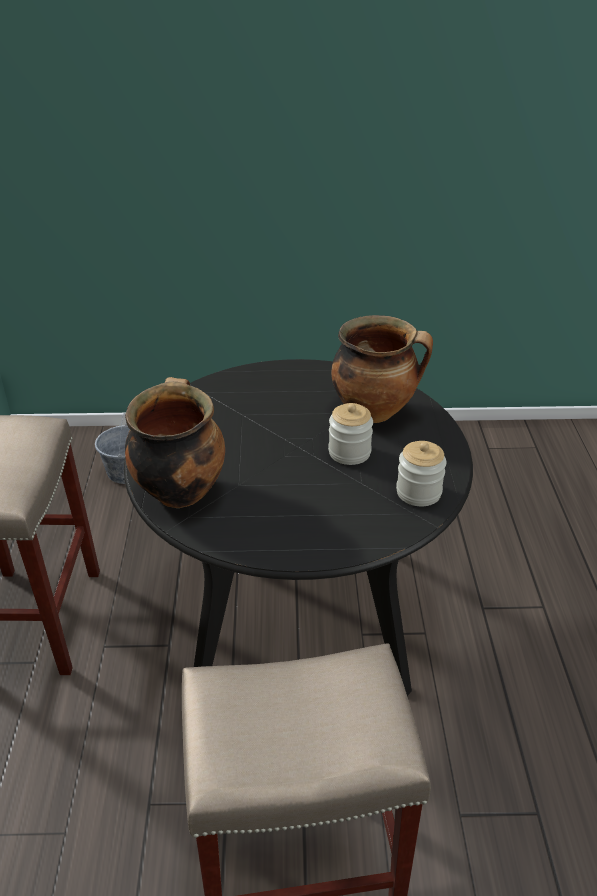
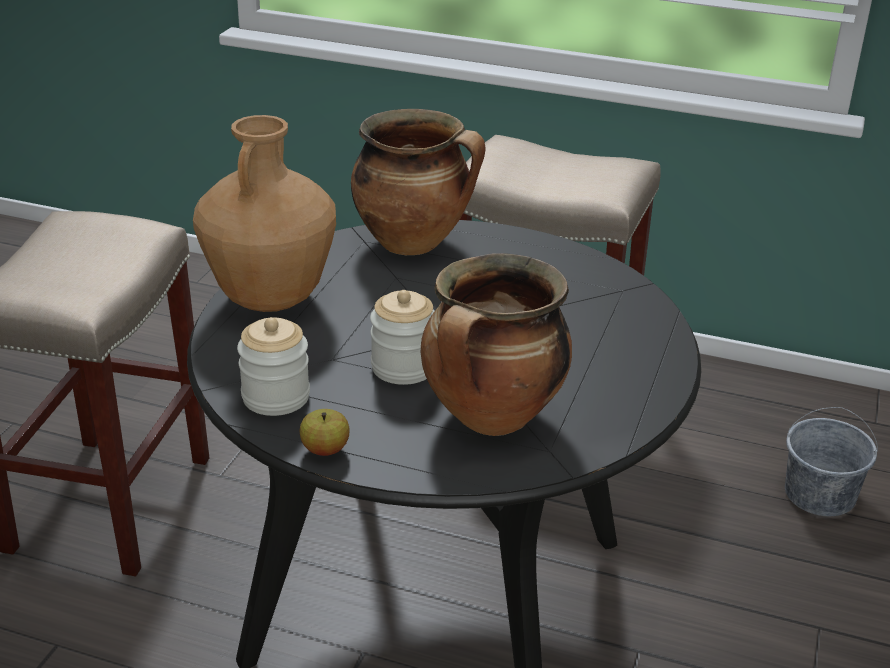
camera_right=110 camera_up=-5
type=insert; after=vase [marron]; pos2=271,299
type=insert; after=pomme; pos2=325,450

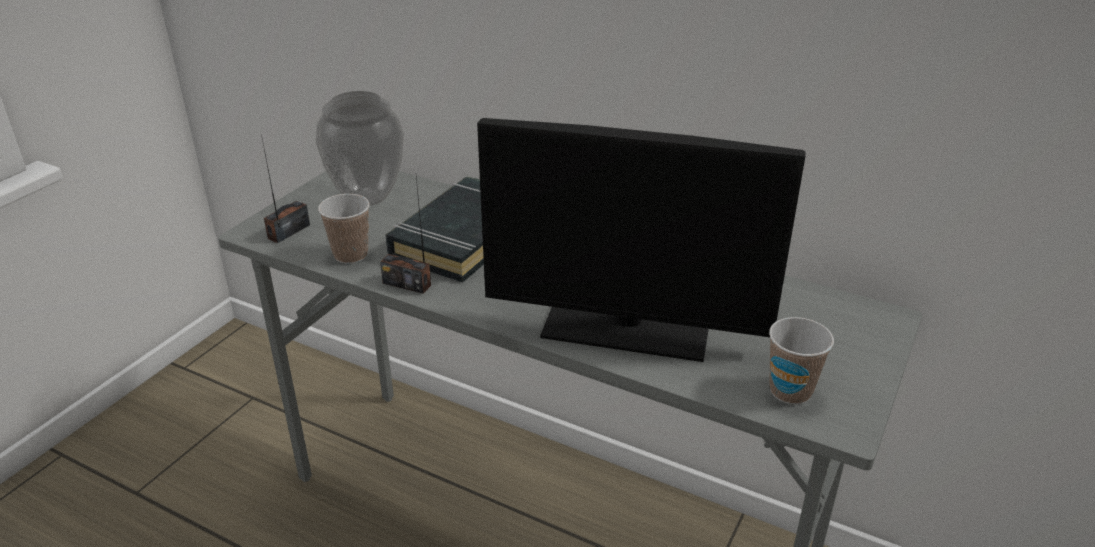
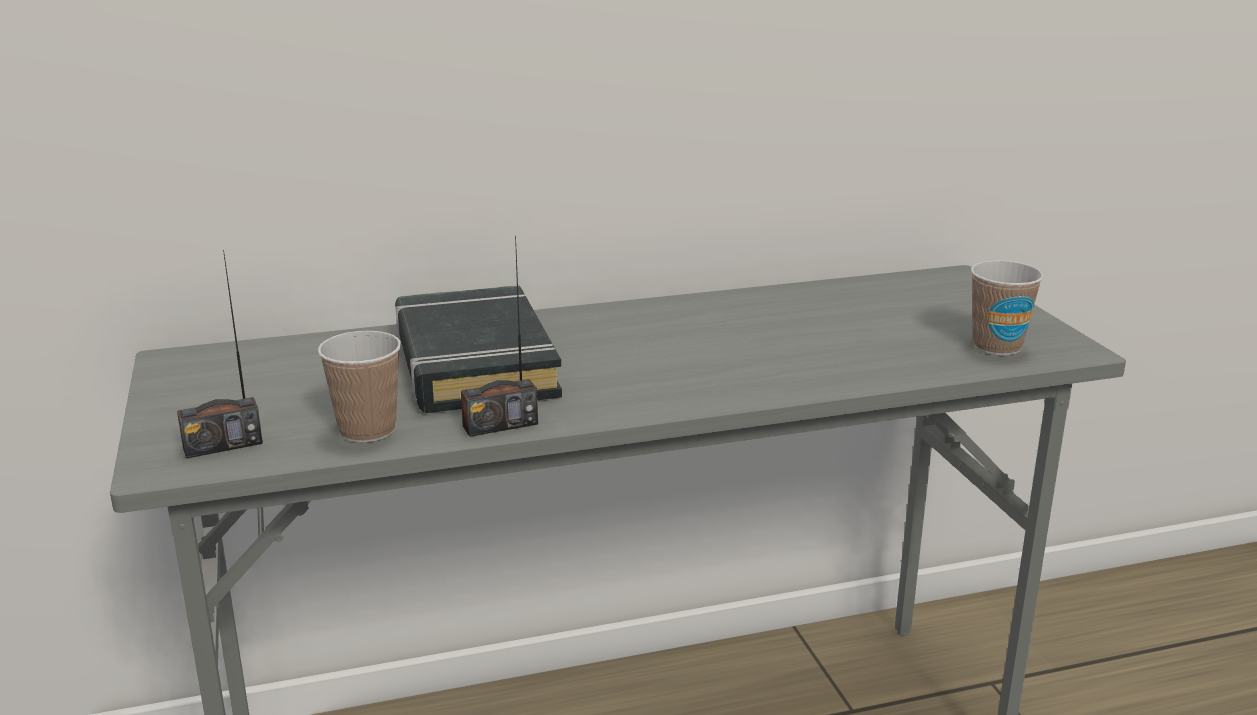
camera_right=-45 camera_up=-10
type=delete; before=vase; pos1=369,198
type=delete; before=écran d'ordinateur; pos1=626,328
type=rotate; before=radio; pos1=289,232; pos2=222,445; turn=-105

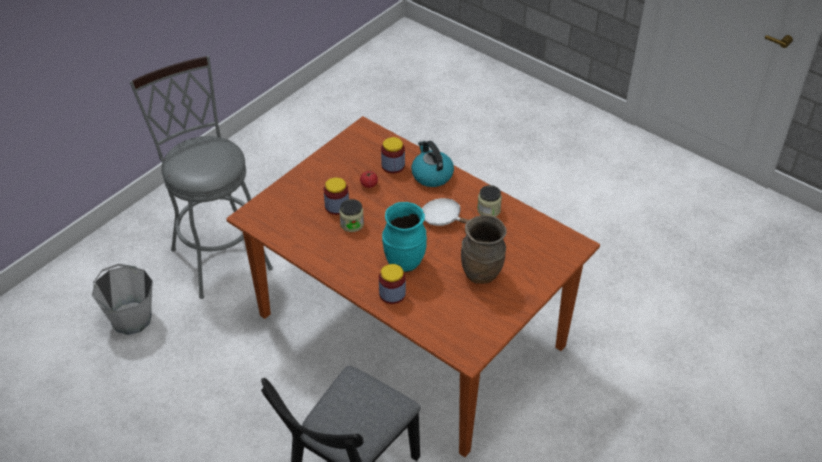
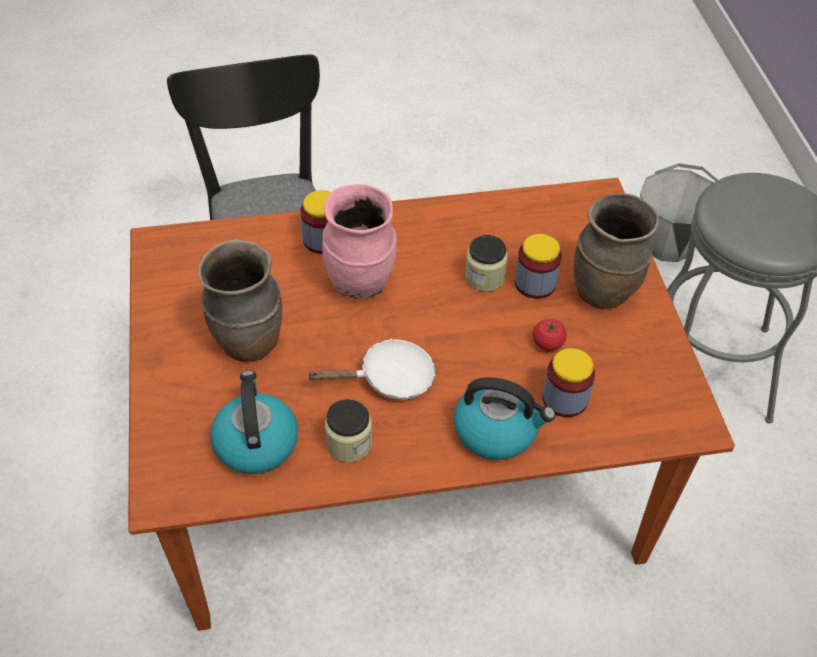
camera_right=130 camera_up=5
type=recolor; before=vase [turquoise]; after=vase [rose]; pos1=404,261; pos2=361,283
type=insert; after=vase [marron]; pos2=603,292
type=insert; after=bouilloire; pos2=255,442

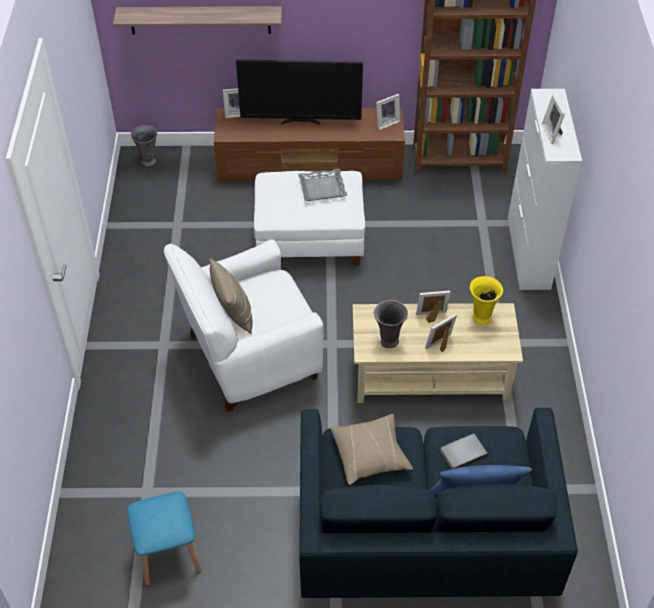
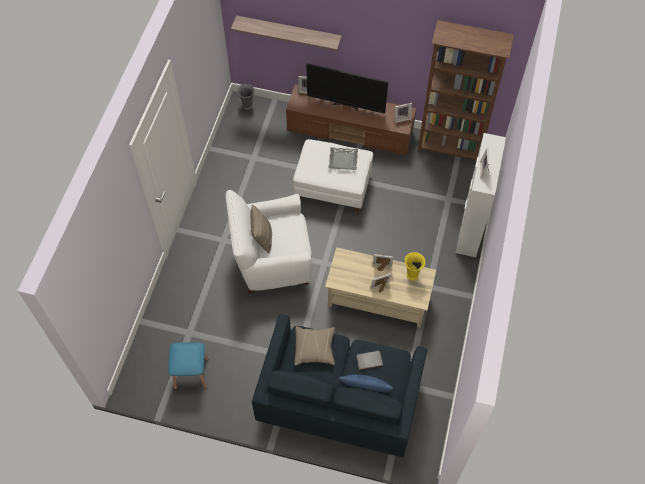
camera_right=15 camera_up=10
type=delete; before=vase [gris]; pos1=388,341

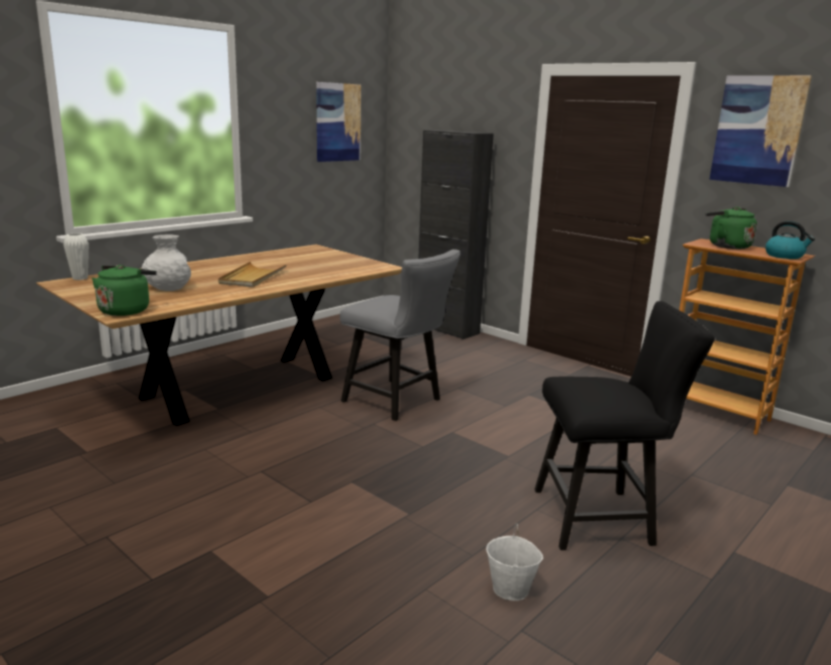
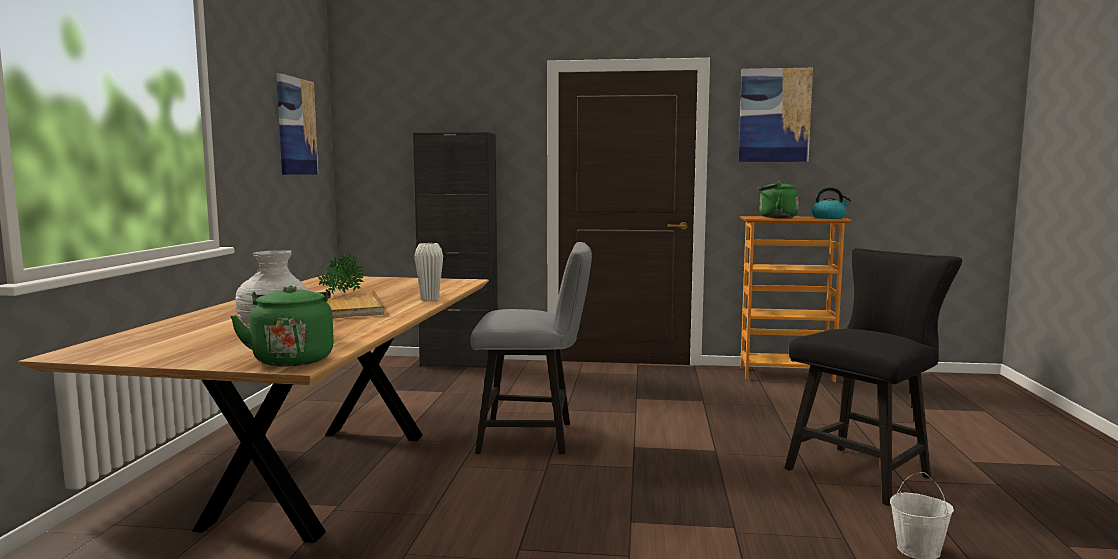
camera_right=-35 camera_up=-10
type=move; before=vase [blanc]; pos1=80,278; pos2=430,299
type=insert; after=plante en pot; pos2=341,293

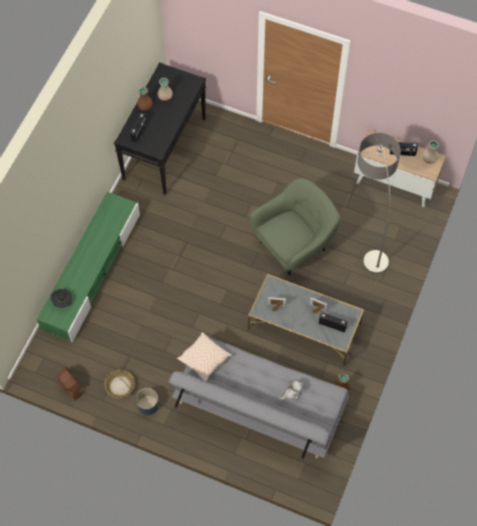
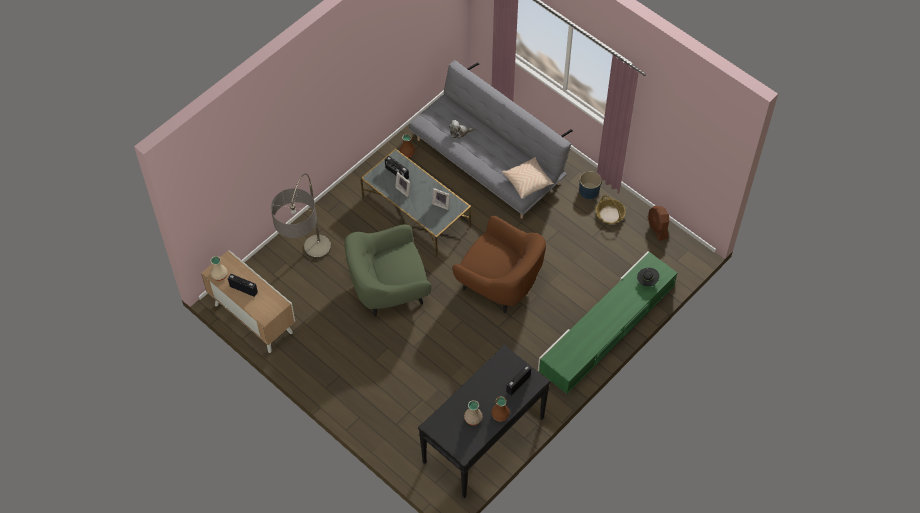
camera_right=-160 camera_up=-5
type=insert; after=fauteuil [marron]; pos2=499,284

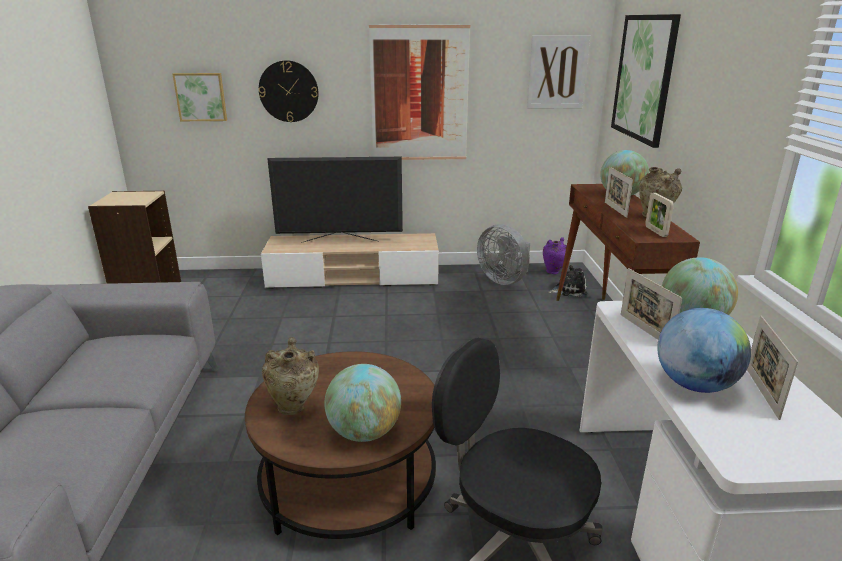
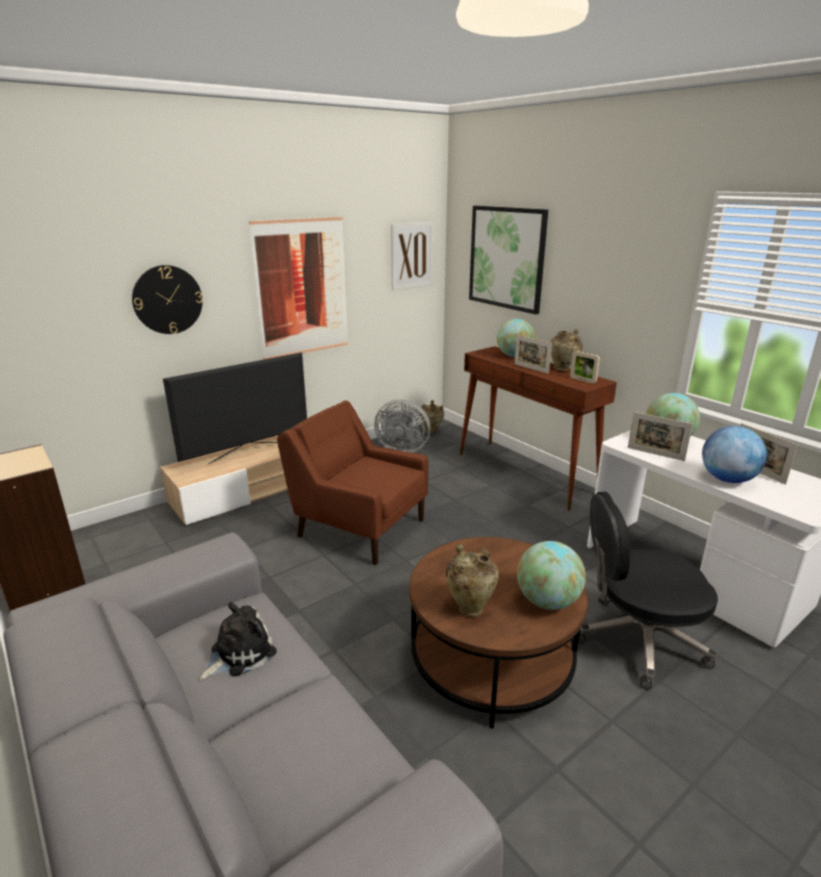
camera_right=-35 camera_up=0
type=delete; before=tableau; pos1=201,97
type=recolor; before=vase [violet]; after=vase [beige]; pos1=554,272; pos2=431,432
type=move; before=peluche; pos1=568,290; pos2=239,653
type=insert; after=fauteuil [marron]; pos2=359,527

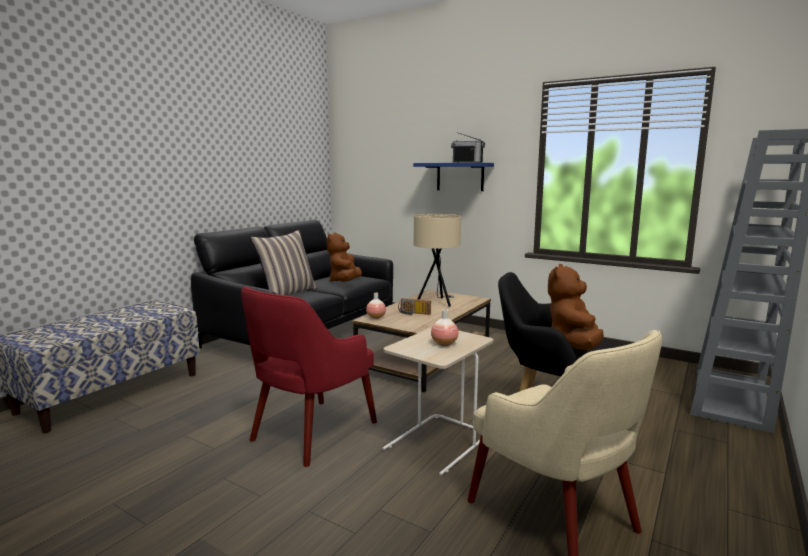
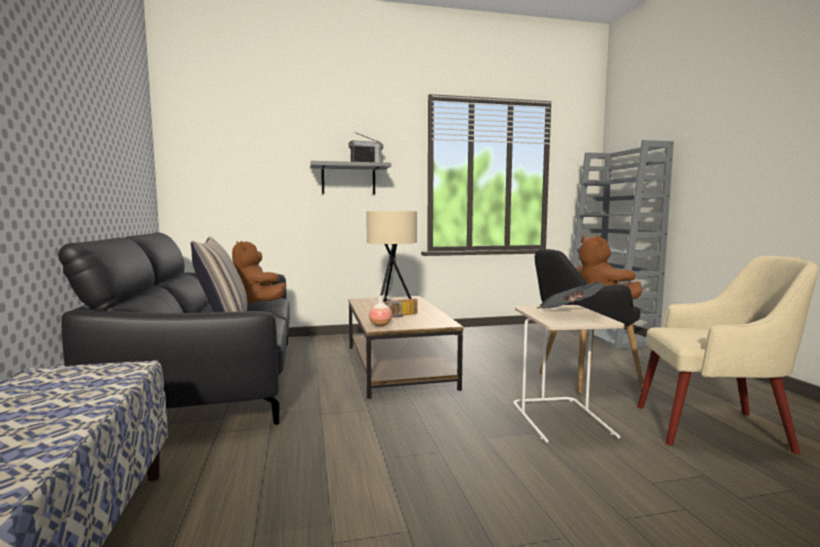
camera_right=-45 camera_up=-5
type=recolor; before=étagère [bleu]; after=étagère [gris]; pos1=460,176; pos2=348,179
type=delete; before=fauteuil [rouge]; pos1=311,432
type=replace; before=vase; after=journal; pos1=444,343; pos2=569,313

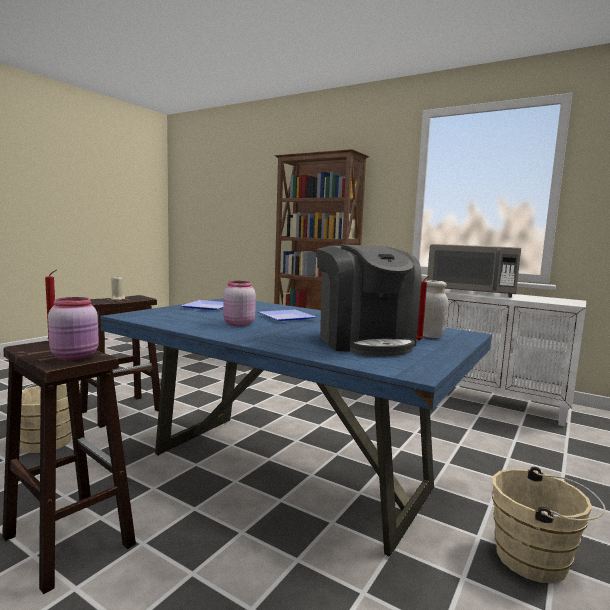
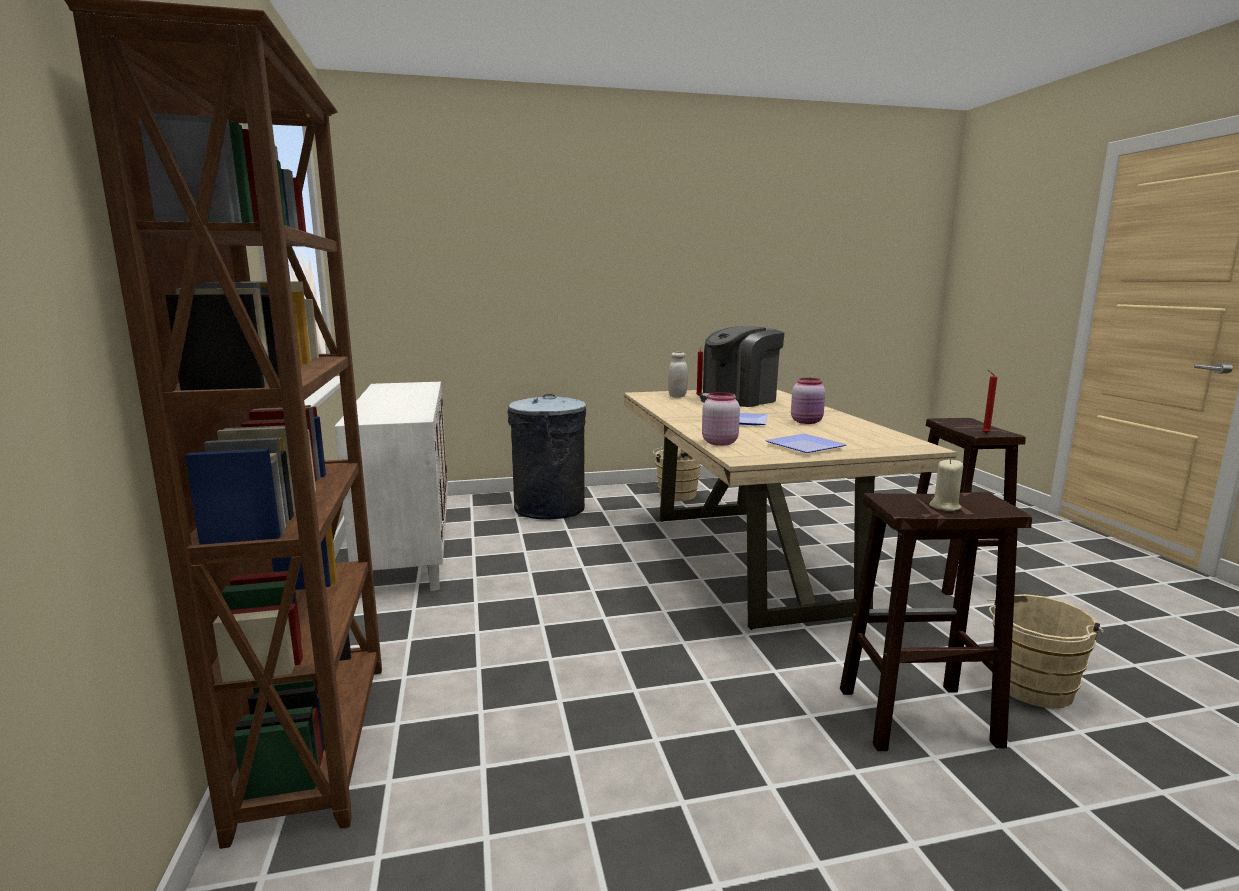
camera_right=-135 camera_up=5
type=delete; before=micro-ondes [gris]; pos1=470,293
type=rotate; before=machine à café; pos1=364,341; pos2=739,400; turn=-150
type=move; before=bocal [rose]; pos1=76,357; pos2=718,442
type=recolor; before=table à manger [bleu]; after=table à manger [beige]; pos1=285,471; pos2=750,561
type=insert; after=poubelle [gris]; pos2=549,508

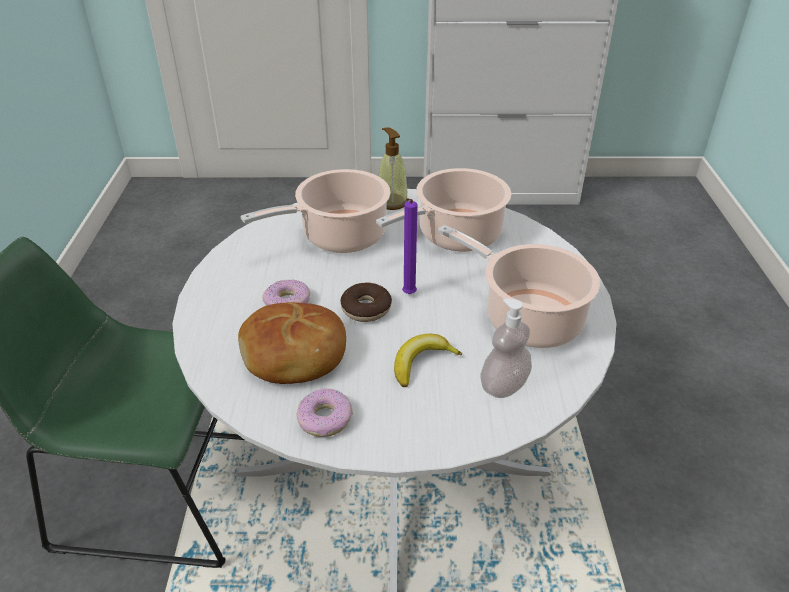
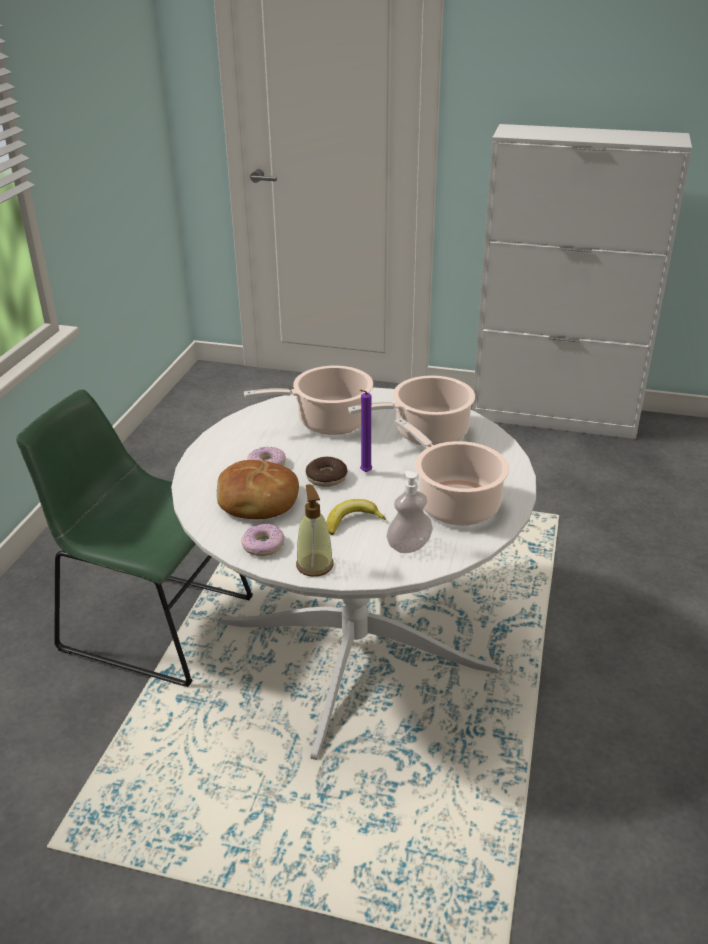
camera_right=15 camera_up=-5
type=move; before=distributeur de savon; pos1=392,202; pos2=314,565

